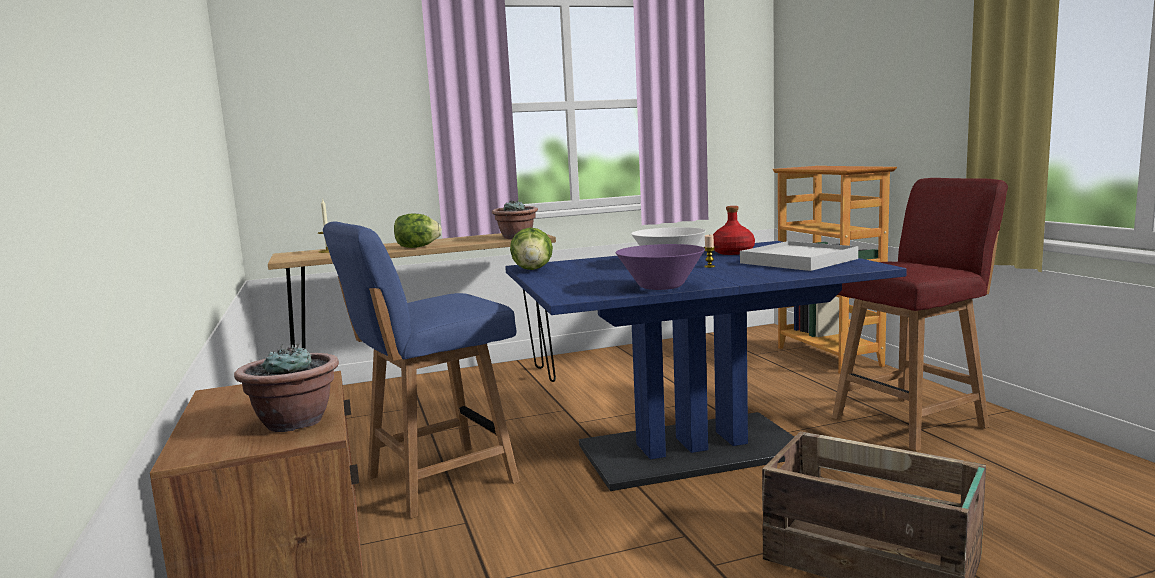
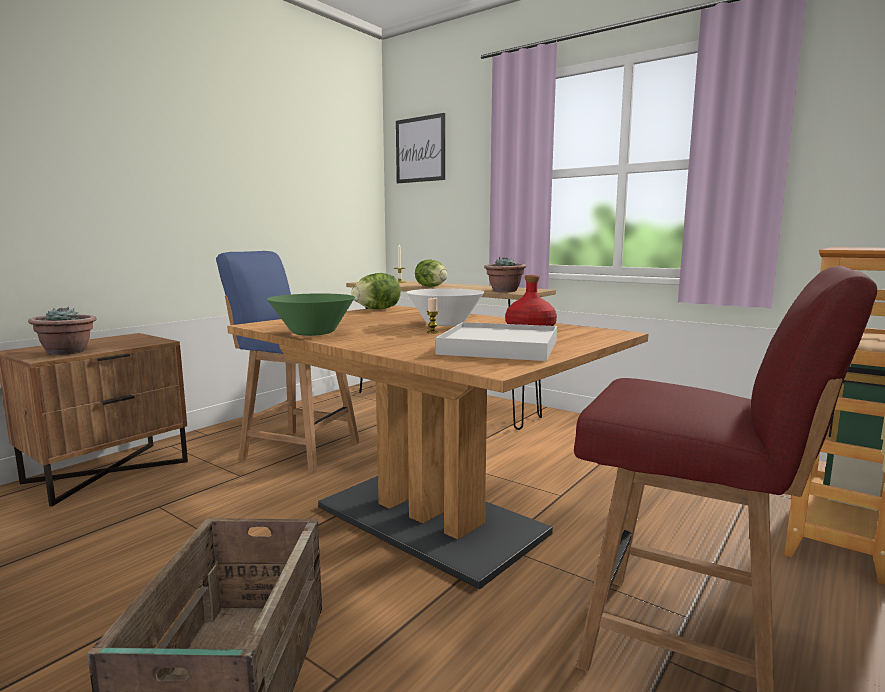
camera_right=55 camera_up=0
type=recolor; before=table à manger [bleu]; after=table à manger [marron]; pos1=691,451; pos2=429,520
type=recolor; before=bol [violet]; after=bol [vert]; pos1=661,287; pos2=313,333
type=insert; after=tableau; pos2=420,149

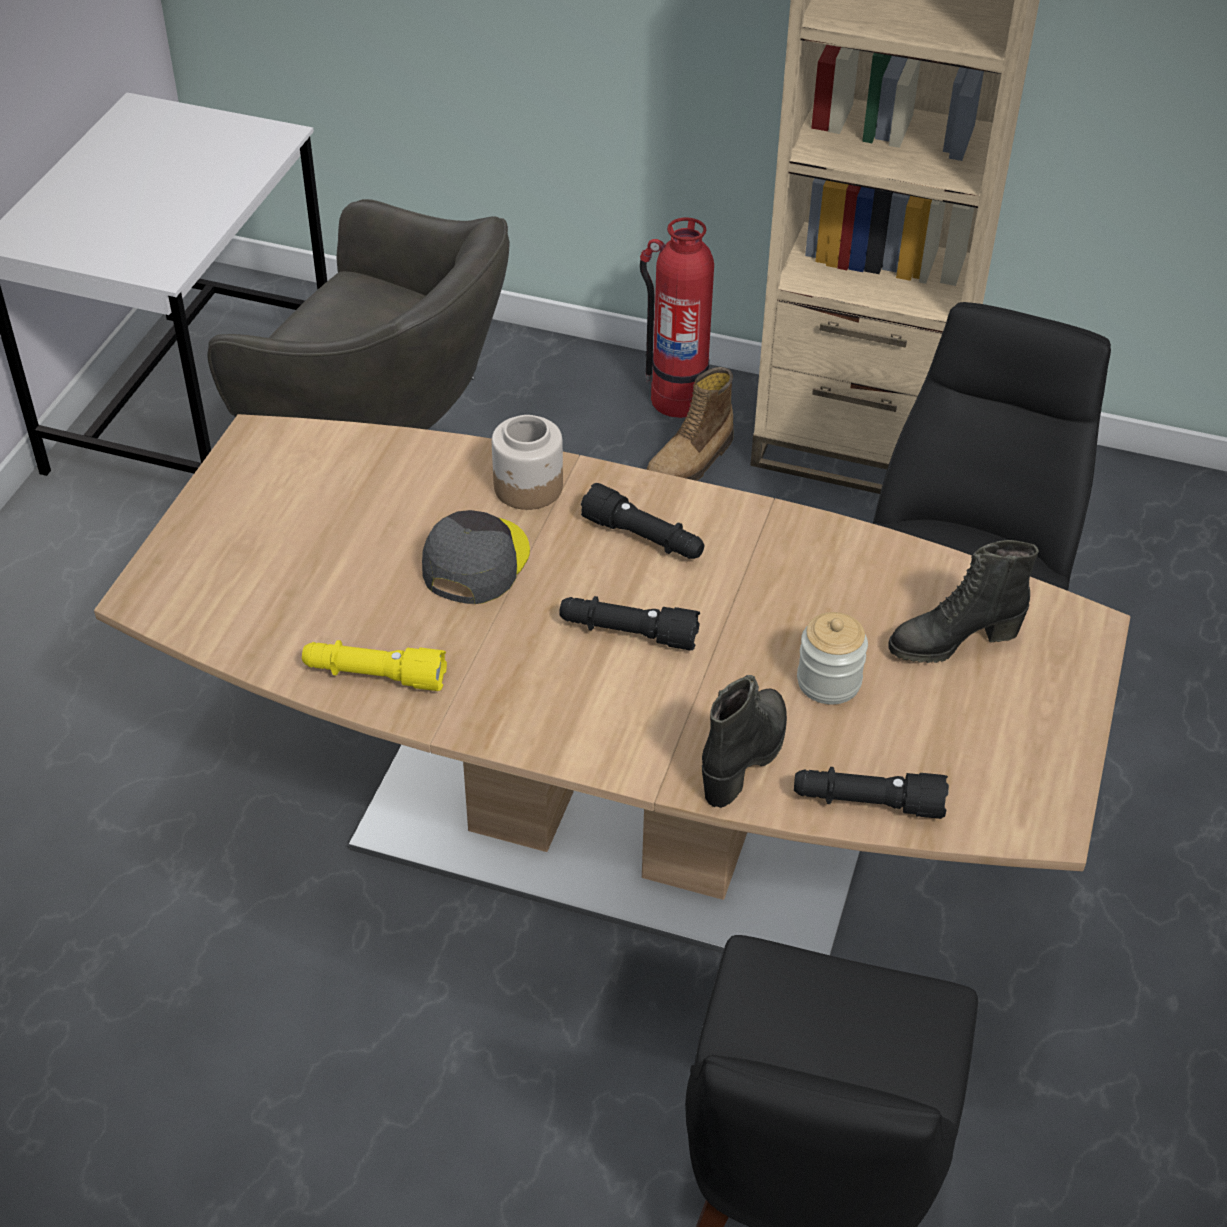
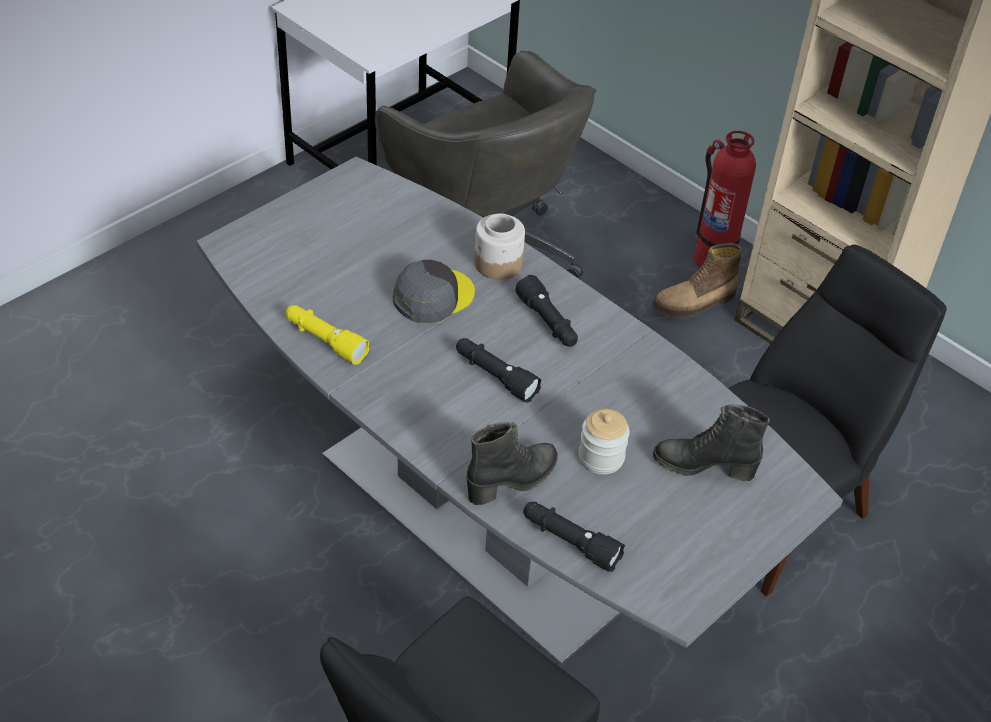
camera_right=25 camera_up=0
type=recolor; before=table à manger [marron]; after=table à manger [gris]; pos1=608,835; pos2=483,516

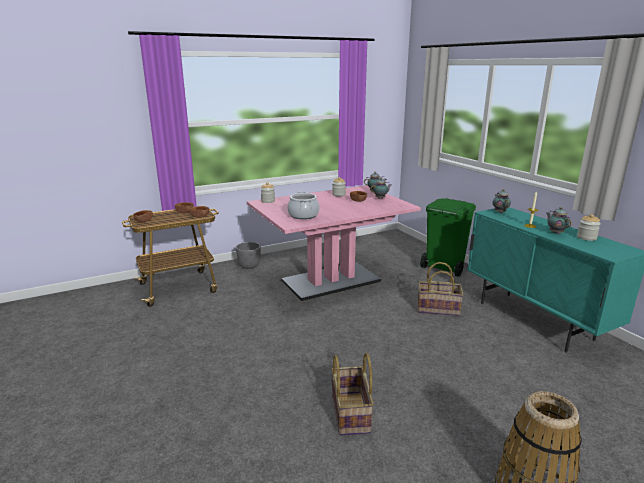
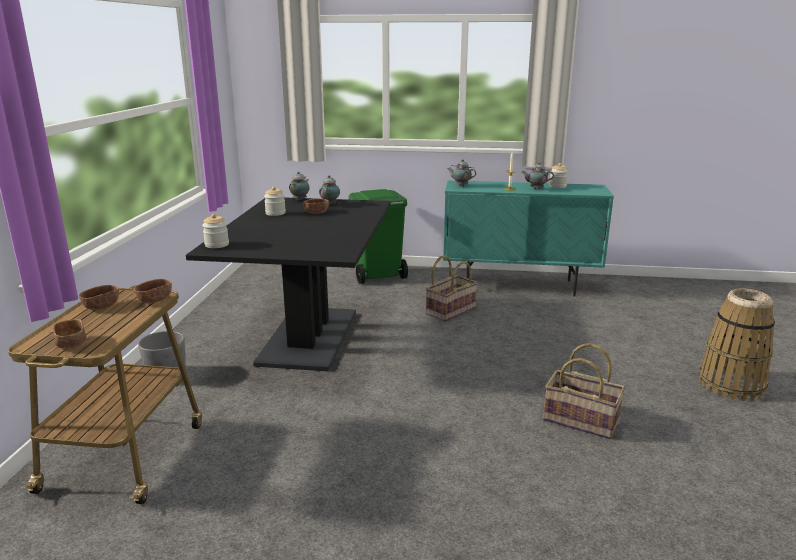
camera_right=-55 camera_up=0
type=recolor; before=table à manger [rose]; after=table à manger [noir]; pos1=331,281; pos2=309,337
type=delete; before=marmite; pos1=303,215

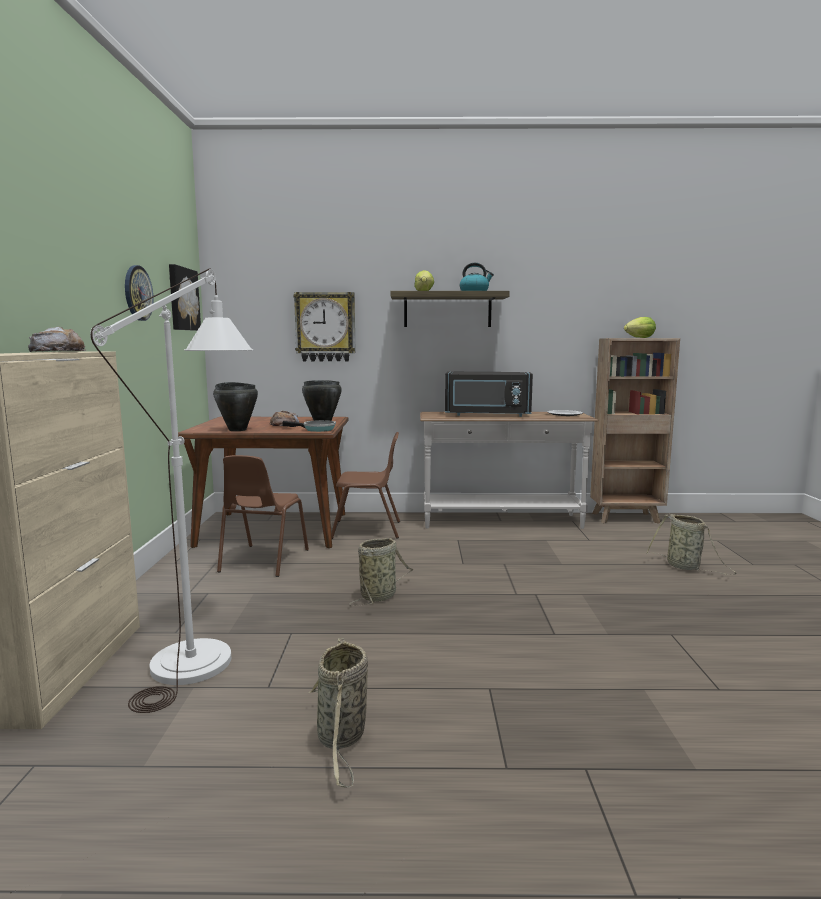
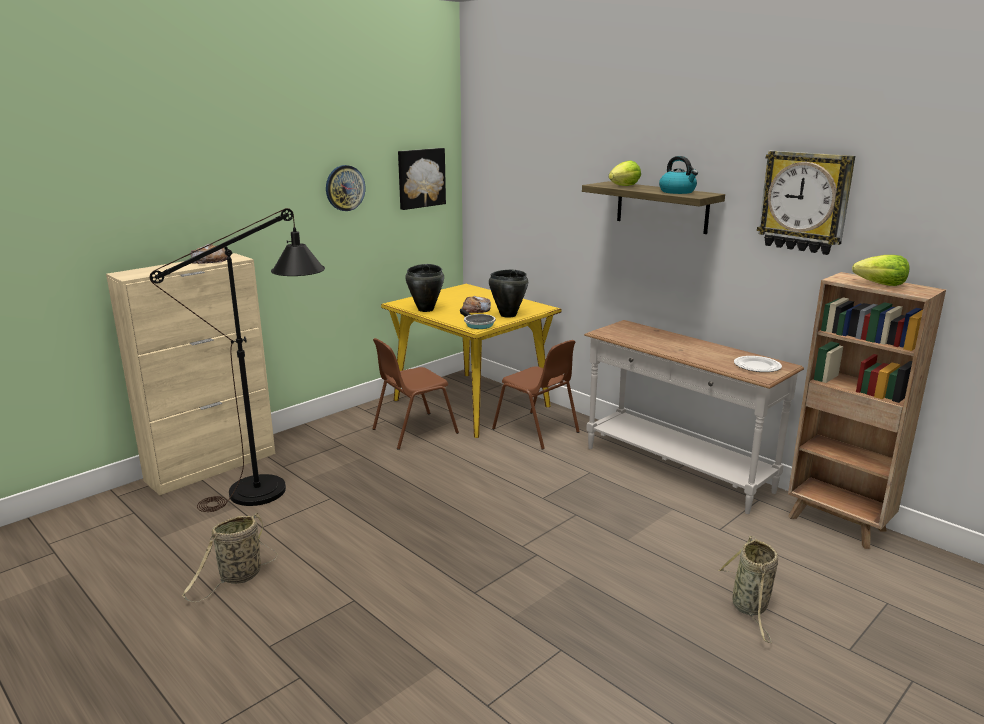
camera_right=45 camera_up=10
type=recolor; before=lampadaire [blanc]; after=lampadaire [noir]; pos1=204,652; pos2=273,487
type=move; before=horloge murale; pos1=325,327; pos2=805,202
type=delete; before=micro-ondes [noir]; pos1=487,415
type=recolor; before=table à manger [marron]; after=table à manger [jaune]; pos1=275,529; pos2=471,403
type=delete; before=panier; pos1=380,596

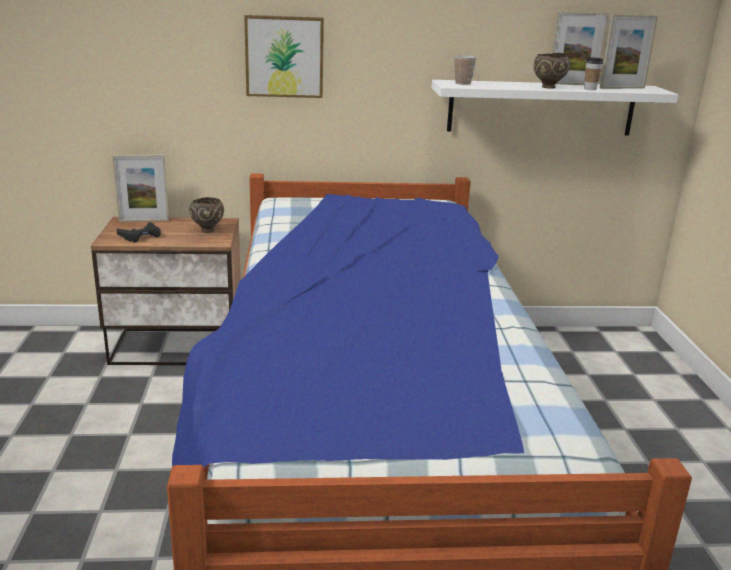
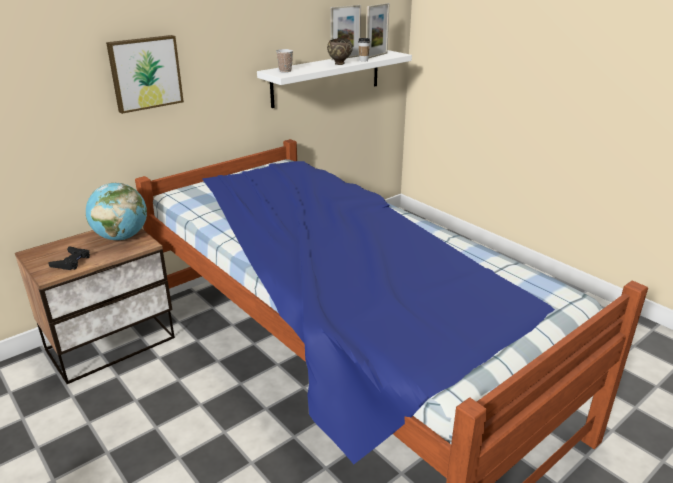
camera_right=-35 camera_up=5
type=delete; before=cadre photo; pos1=144,220
type=replace; before=bol [marron]; after=globe; pos1=207,230; pos2=121,237

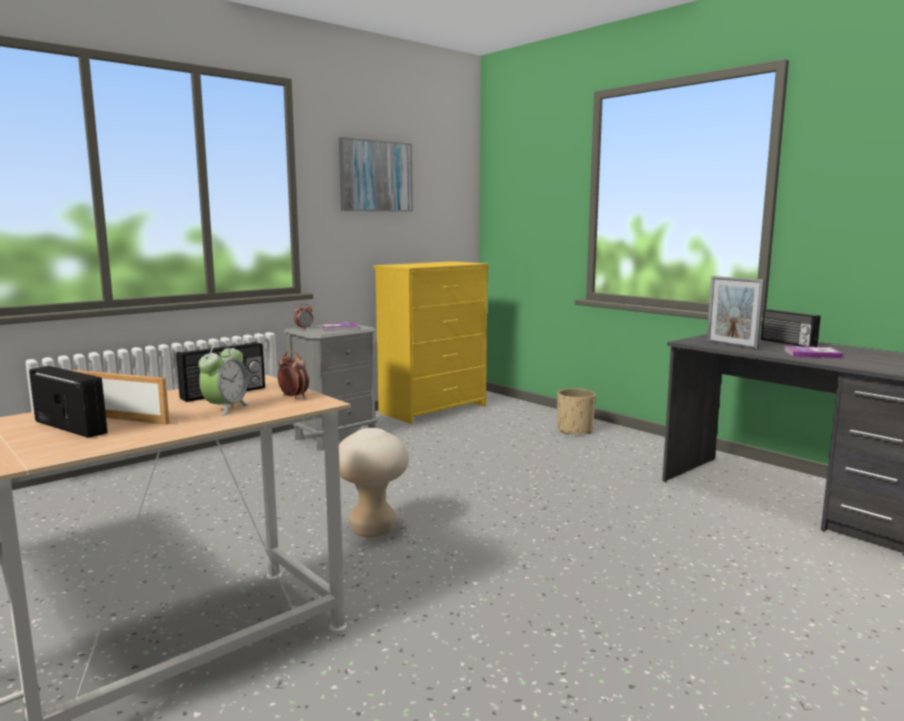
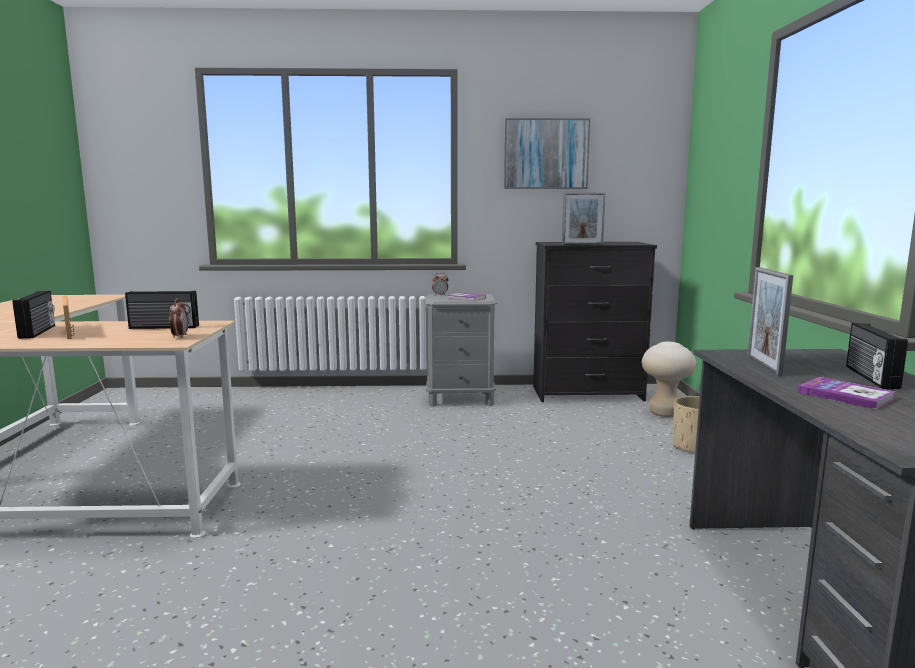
camera_right=40 camera_up=0
type=recolor; before=commode [jaune]; after=commode [noir]; pos1=434,409; pos2=588,393
type=delete; before=réveil; pos1=226,408
type=move; before=tabouret [beige]; pos1=372,530; pos2=665,413
type=insert; after=cadre photo; pos2=582,244

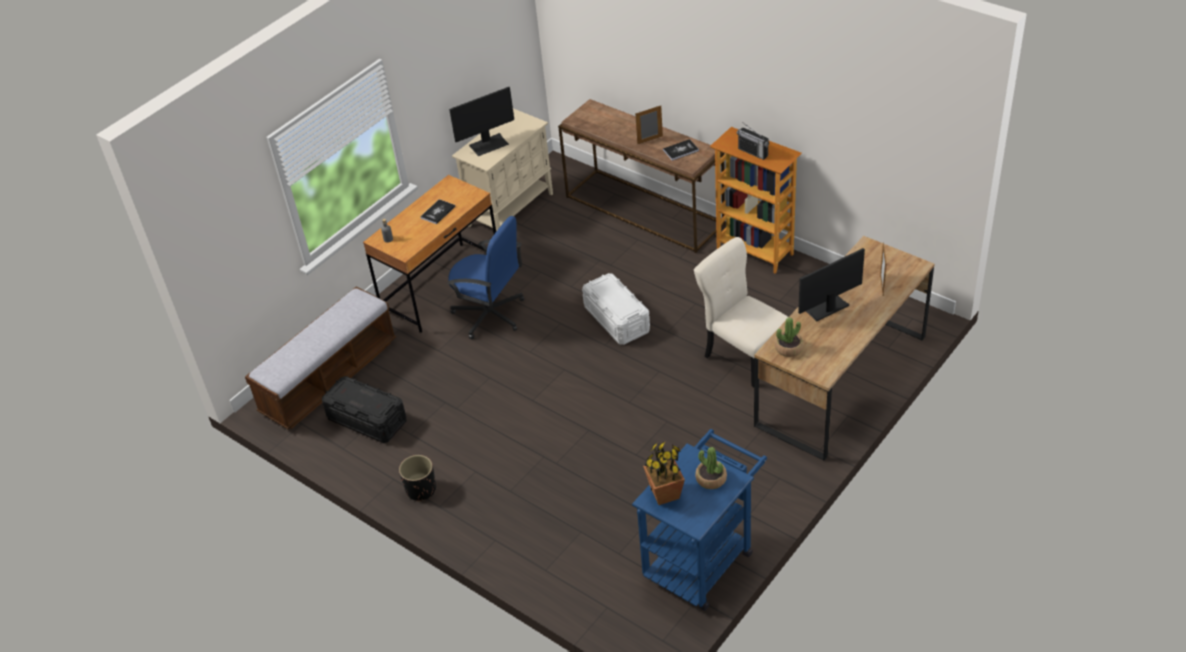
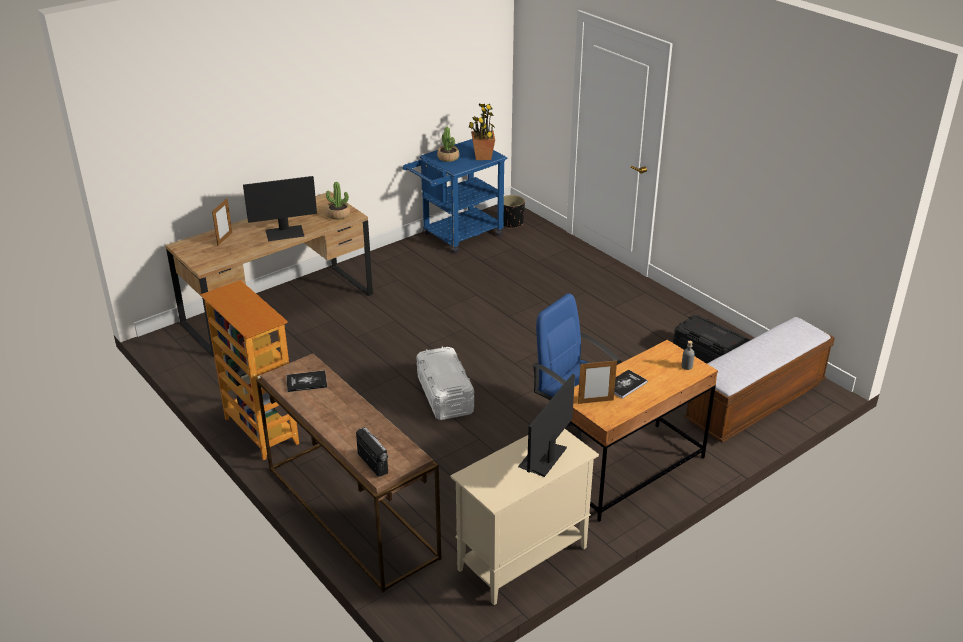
camera_right=-170 camera_up=-10
type=rotate; before=écran d'ordinateur; pos1=489,144; pos2=543,458; turn=-45
type=move; before=cadre photo; pos1=650,140; pos2=595,401
type=move; before=radio; pos1=753,152; pos2=372,463
type=delete; before=chaise [beige]; pos1=743,355
type=move; before=cache-pot [noir]; pos1=421,489; pos2=512,223

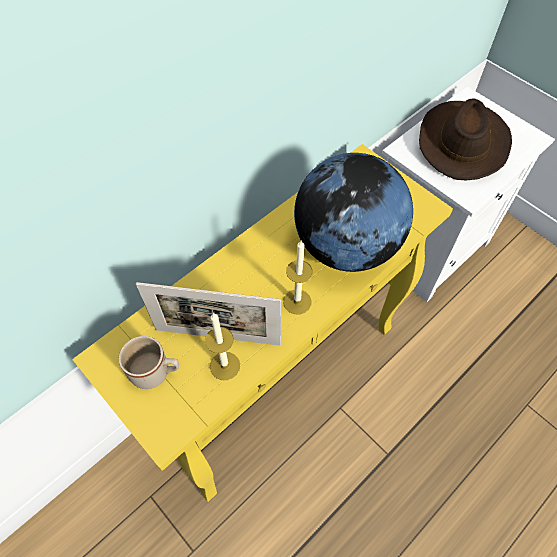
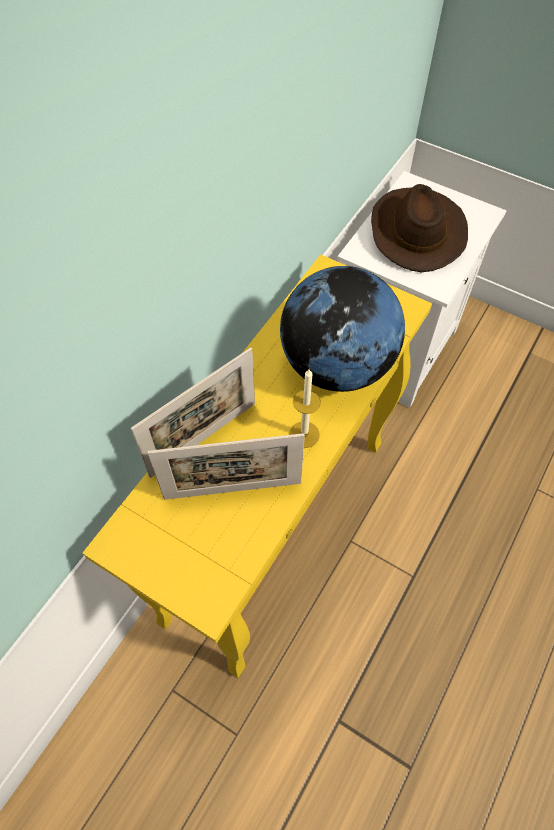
camera_right=-15 camera_up=0
type=delete; before=bougie; pos1=225,366
type=delete; before=mug [beige]; pos1=156,372
type=insert; after=cadre photo; pos2=203,439

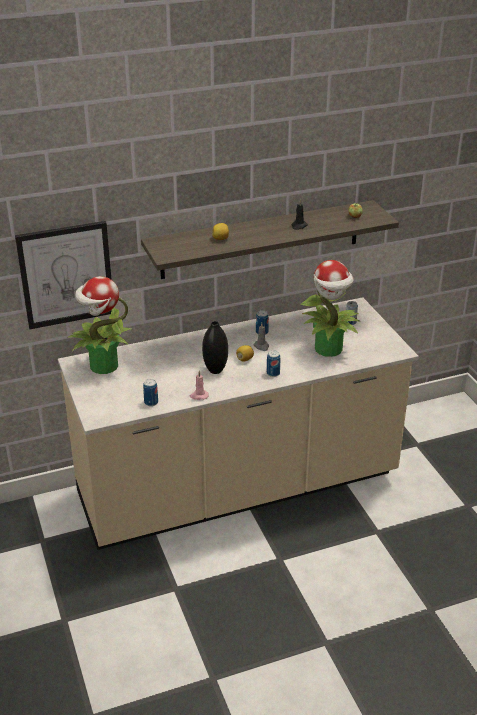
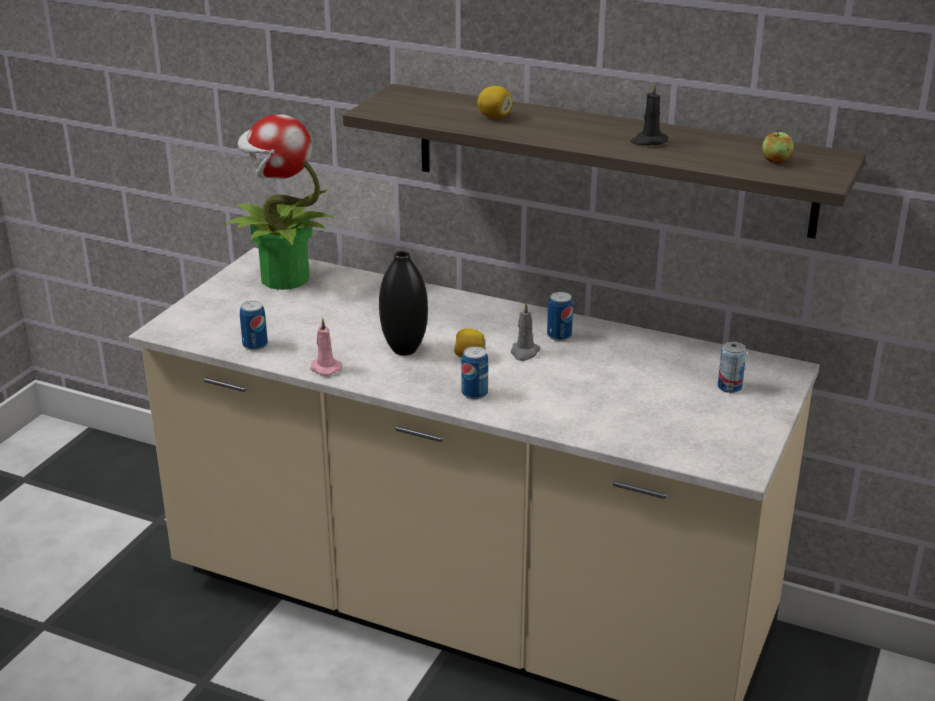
camera_right=45 camera_up=-5
type=delete; before=tableau; pos1=66,275
type=delete; before=plante en pot; pos1=329,349

